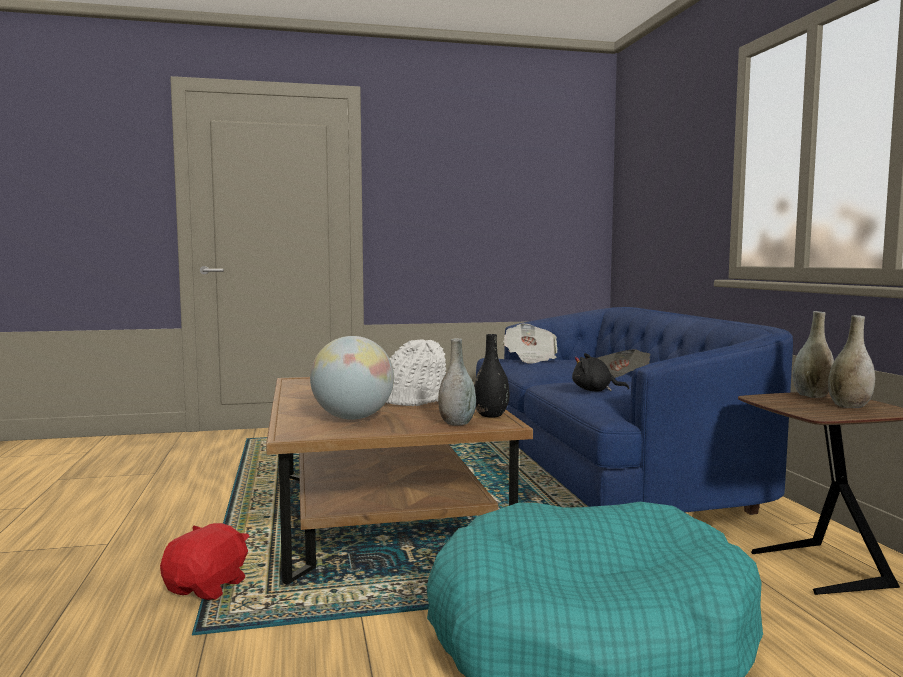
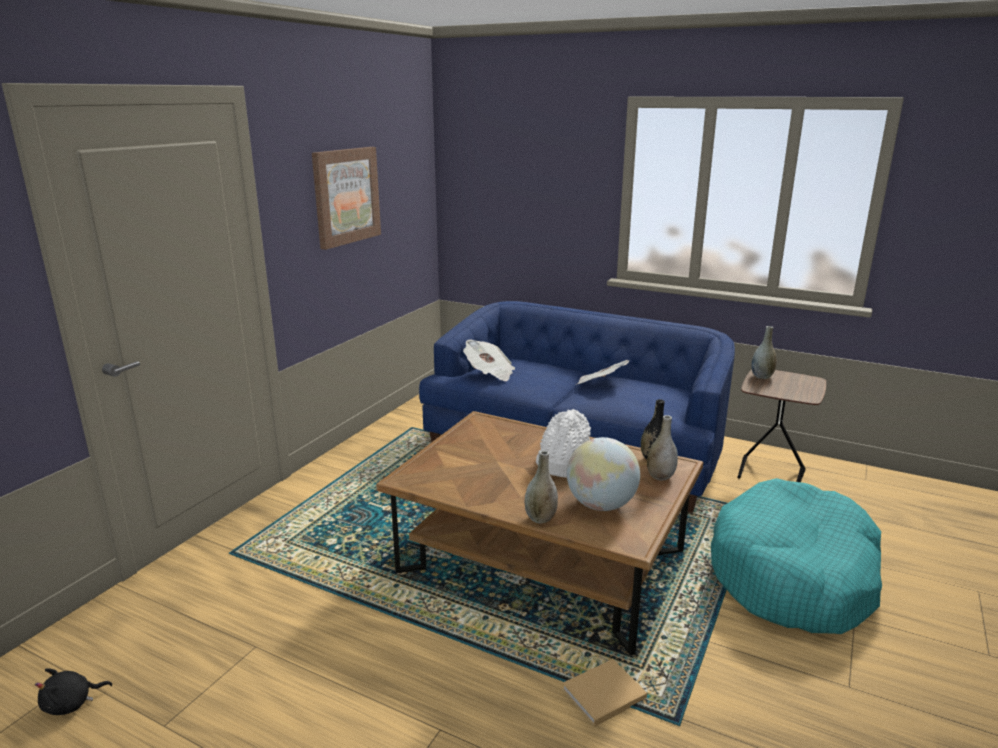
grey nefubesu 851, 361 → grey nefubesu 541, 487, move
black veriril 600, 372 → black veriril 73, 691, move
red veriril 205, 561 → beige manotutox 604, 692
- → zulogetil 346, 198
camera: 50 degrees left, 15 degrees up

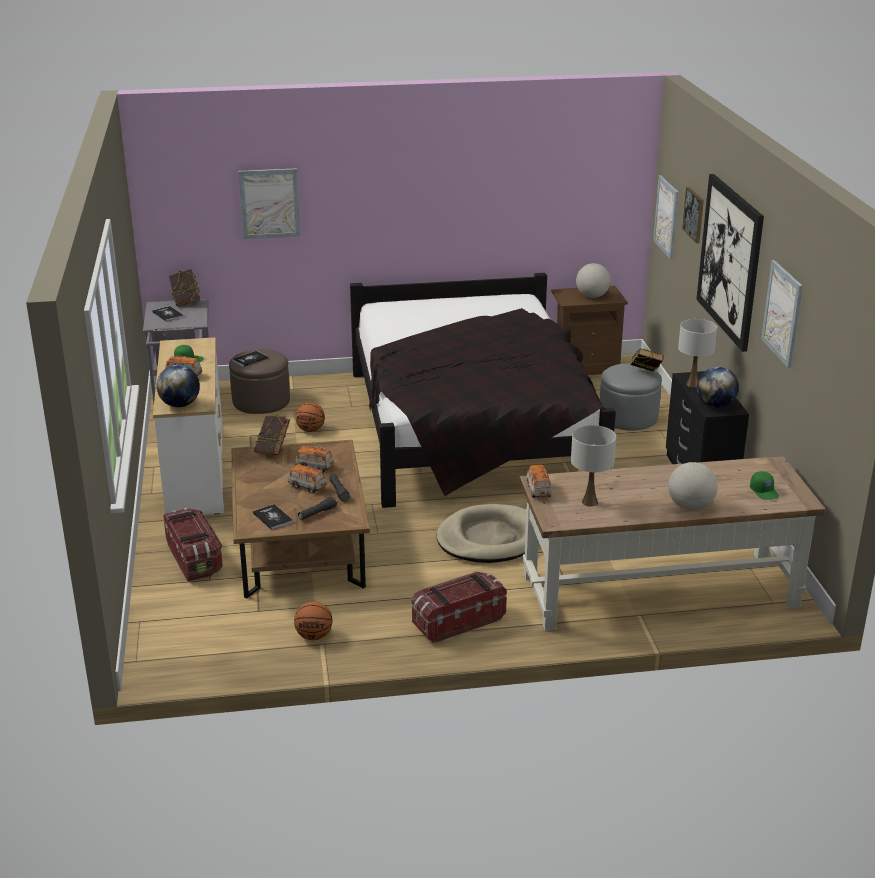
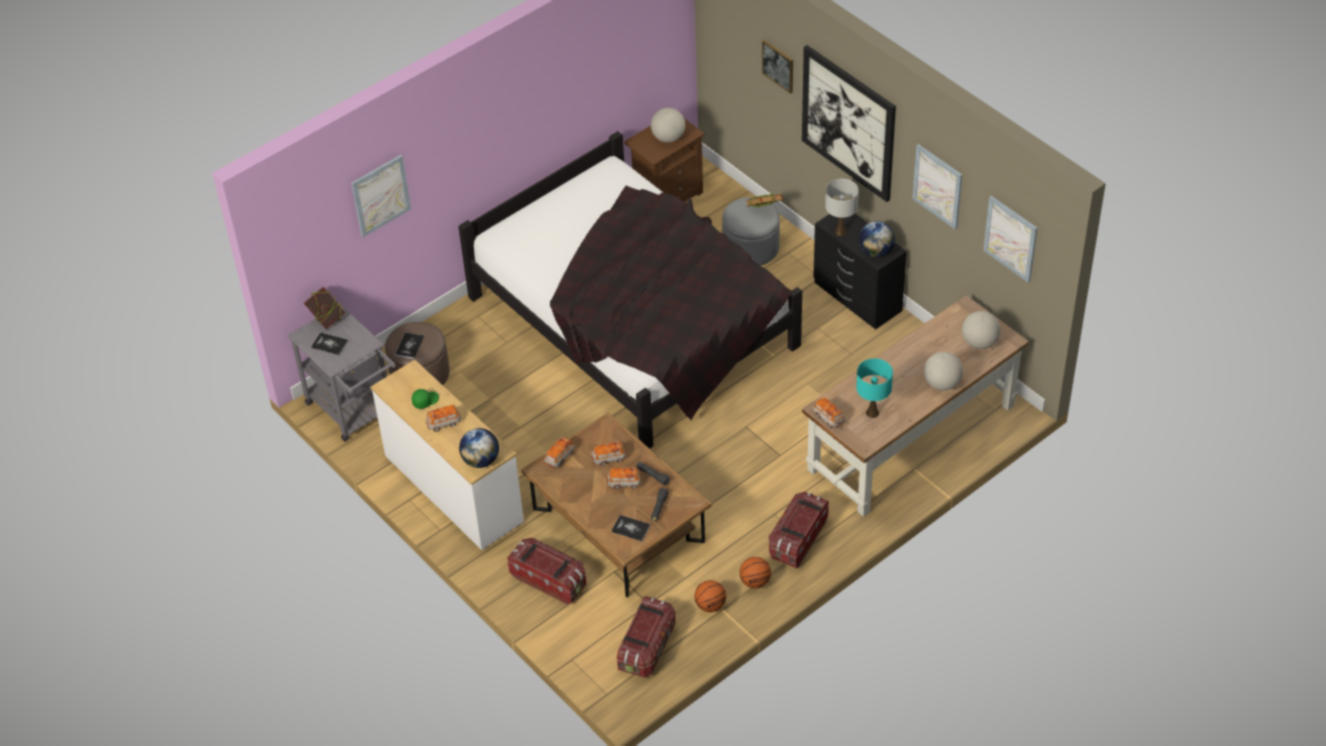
zulogetil 666, 217 → zulogetil 1010, 239, move
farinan 310, 417 → farinan 755, 572, move
manotutox 272, 434 → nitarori 559, 452
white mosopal 593, 466 → turquoise mosopal 874, 388
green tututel 764, 485 → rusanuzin 981, 330
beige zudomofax 488, 533 → -
- → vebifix 646, 637
camera: 30 degrees left, 20 degrees up

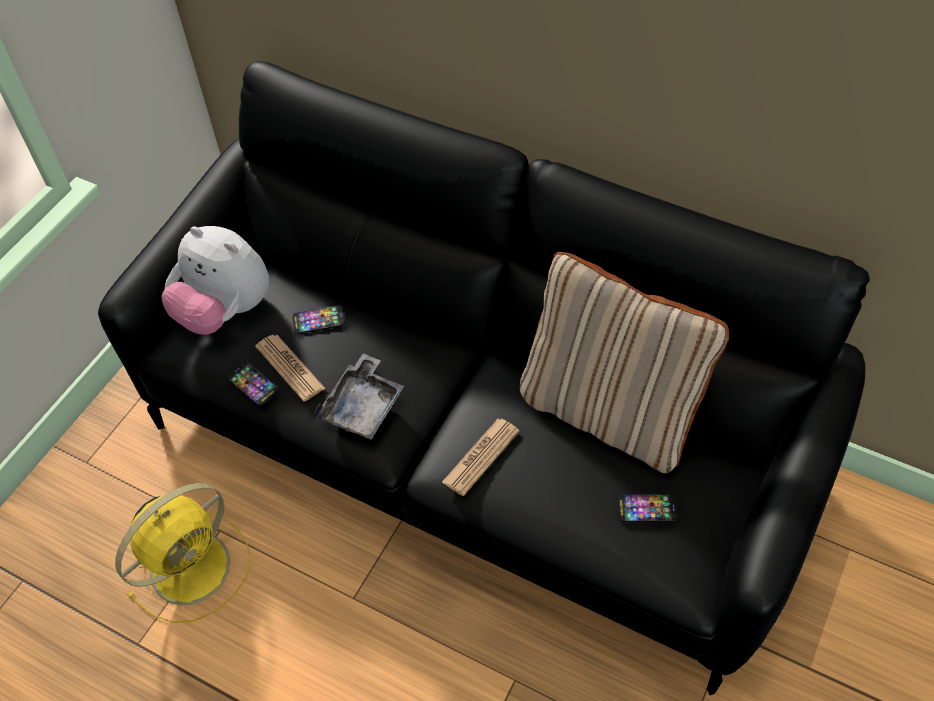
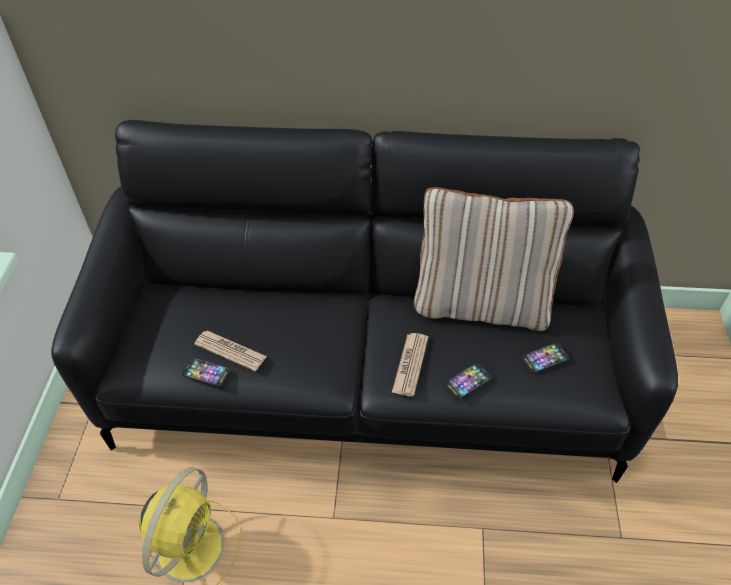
veriril 215, 280 → -
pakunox 319, 319 → pakunox 468, 381, move
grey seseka 359, 396 → -
camera: 25 degrees left, 5 degrees down

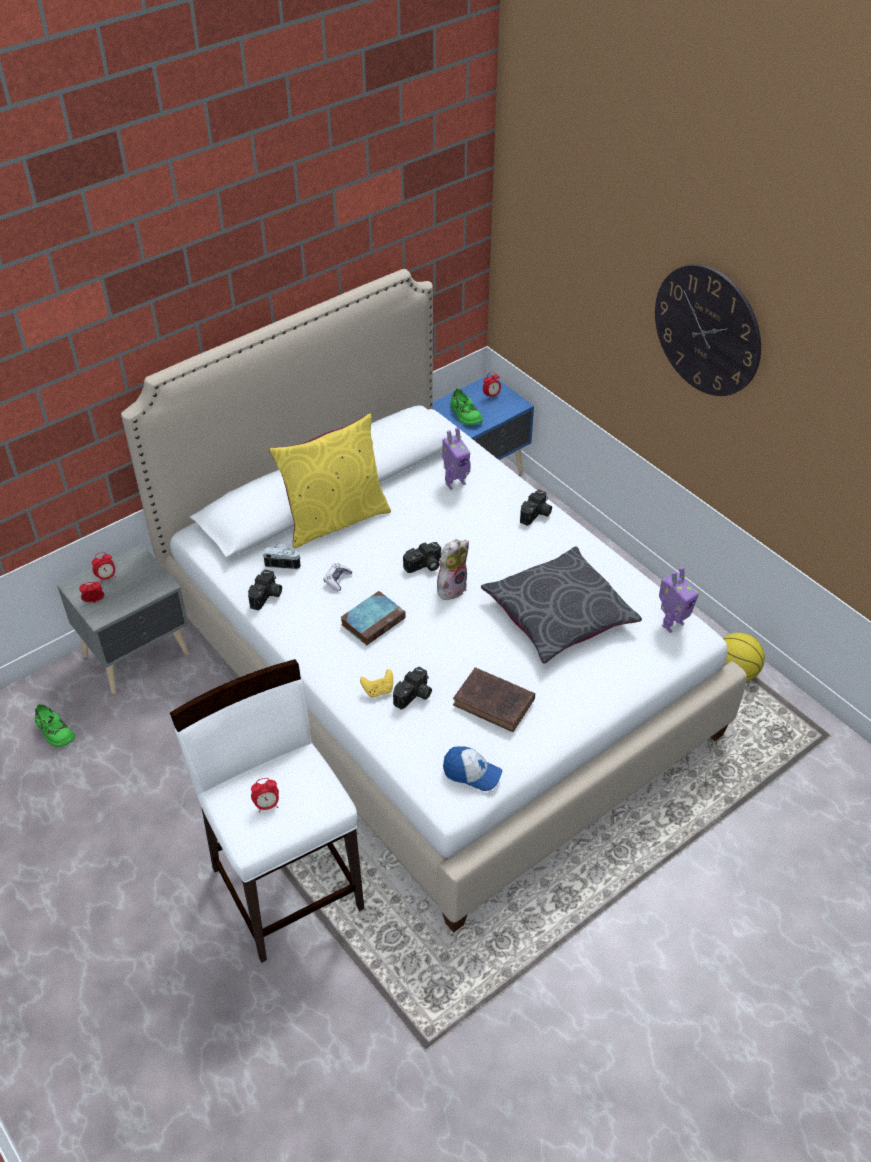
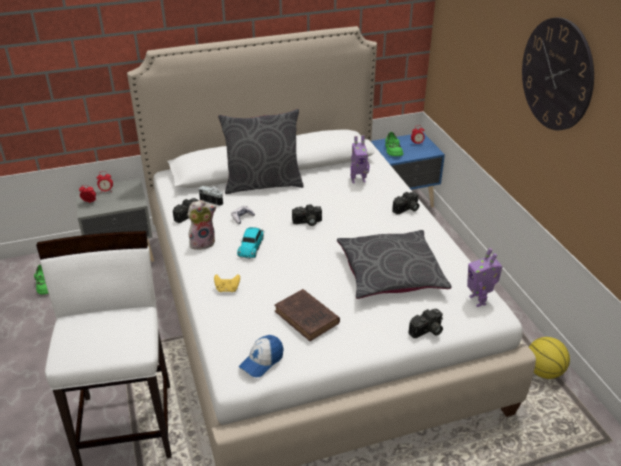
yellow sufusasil 330, 480 → grey sufusasil 261, 151
veriril 453, 569 → veriril 201, 225, move
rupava 679, 600 → rupava 485, 277, 90 degrees clockwise
manotutox 373, 618 → nitarori 251, 243
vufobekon 412, 688 → vufobekon 425, 323, move
tututel 472, 768 → tututel 261, 356, 90 degrees clockwise
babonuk 265, 795 → -
camera: 20 degrees right, 10 degrees down

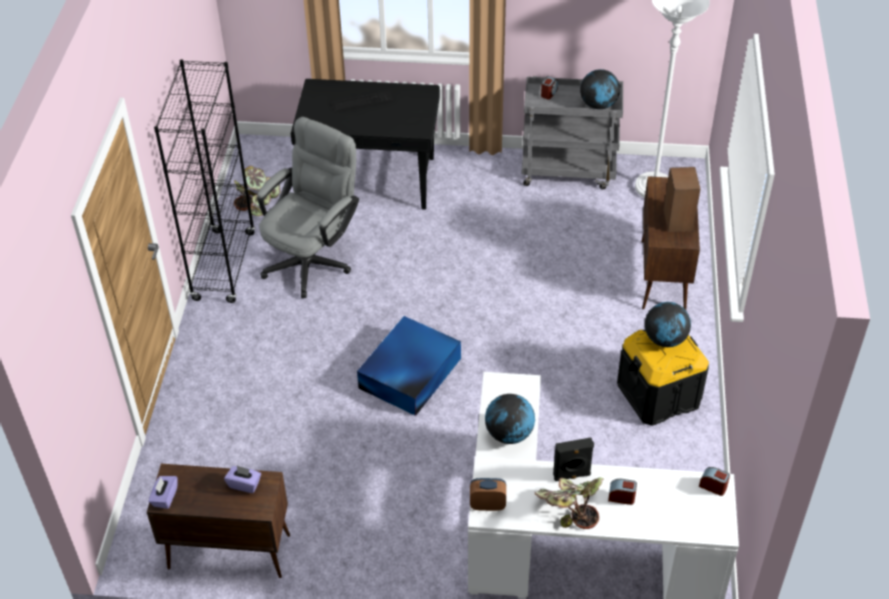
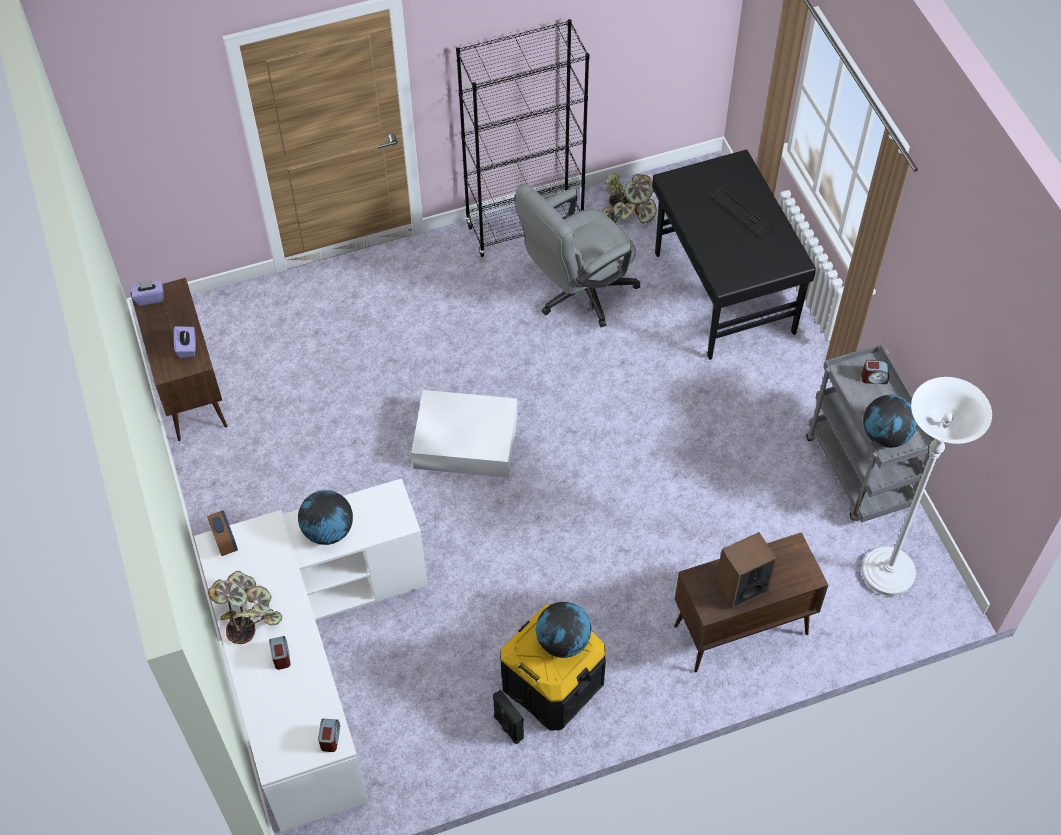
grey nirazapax 308, 207 → grey nirazapax 577, 255, 135 degrees clockwise
blue vebifix 409, 366 → white vebifix 464, 434
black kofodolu 573, 459 → black kofodolu 508, 717, move
camera: 65 degrees right, 10 degrees up

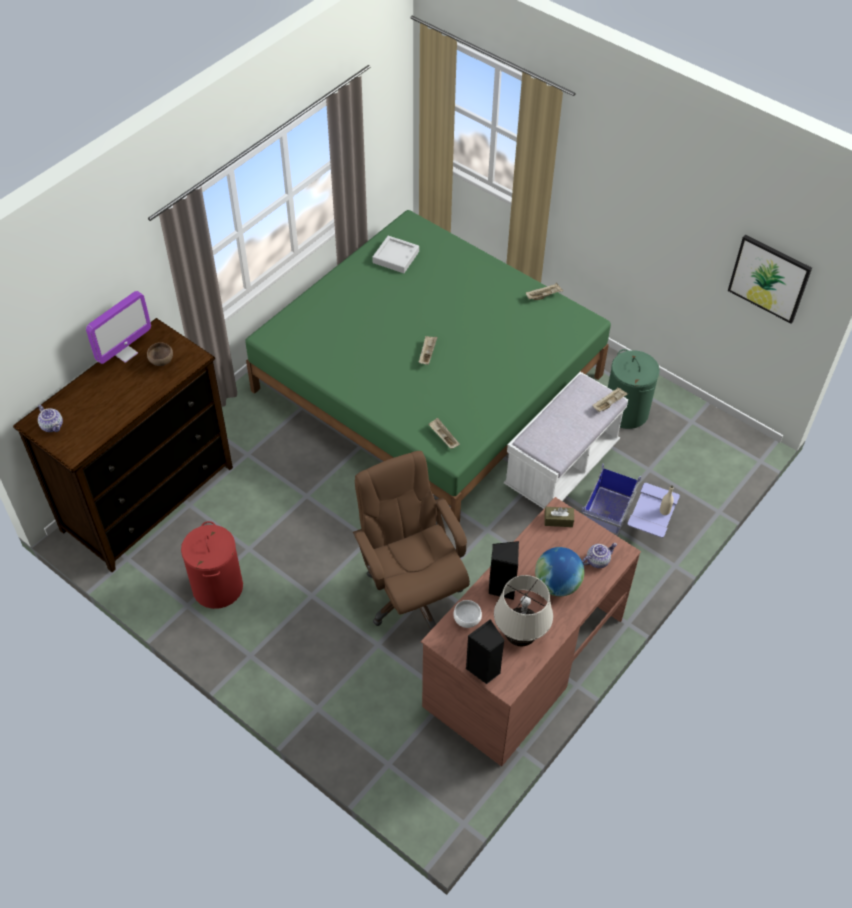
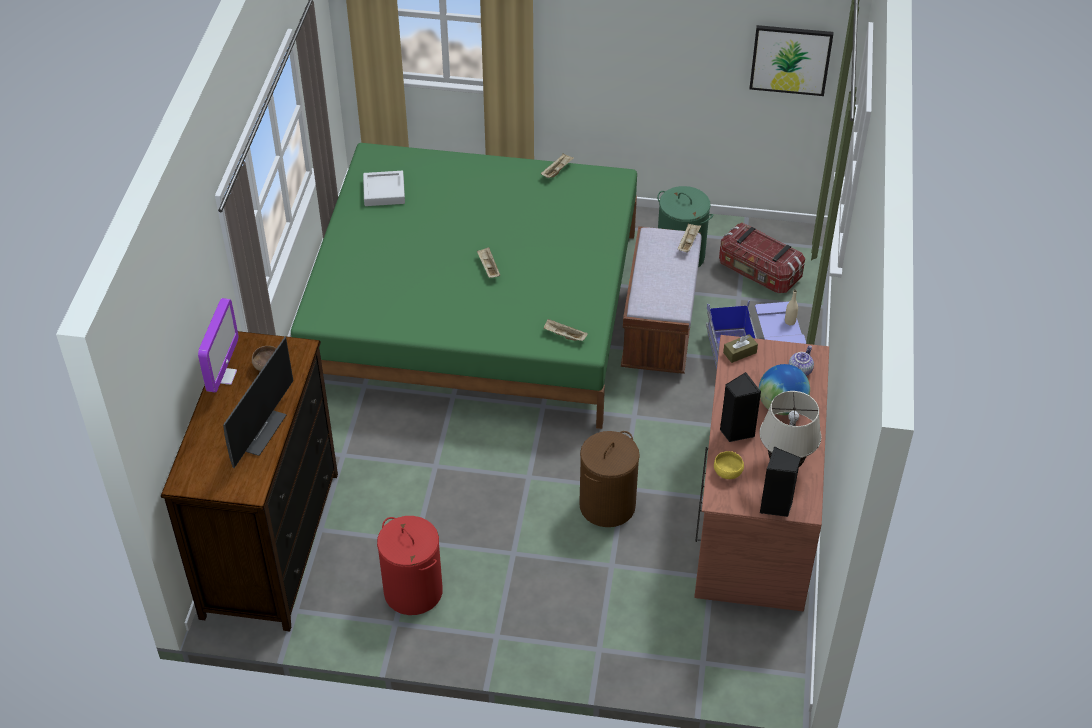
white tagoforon 566, 440 → brown tagoforon 661, 300
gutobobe 50, 418 → -
brown nirazapax 411, 541 → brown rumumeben 609, 479
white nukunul 467, 614 → yellow nukunul 729, 465
- → vebifix 762, 258
- → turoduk 258, 402
camera: 30 degrees left, 5 degrees down

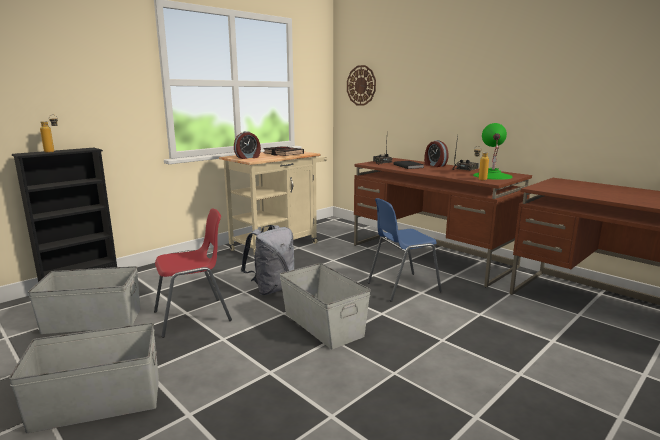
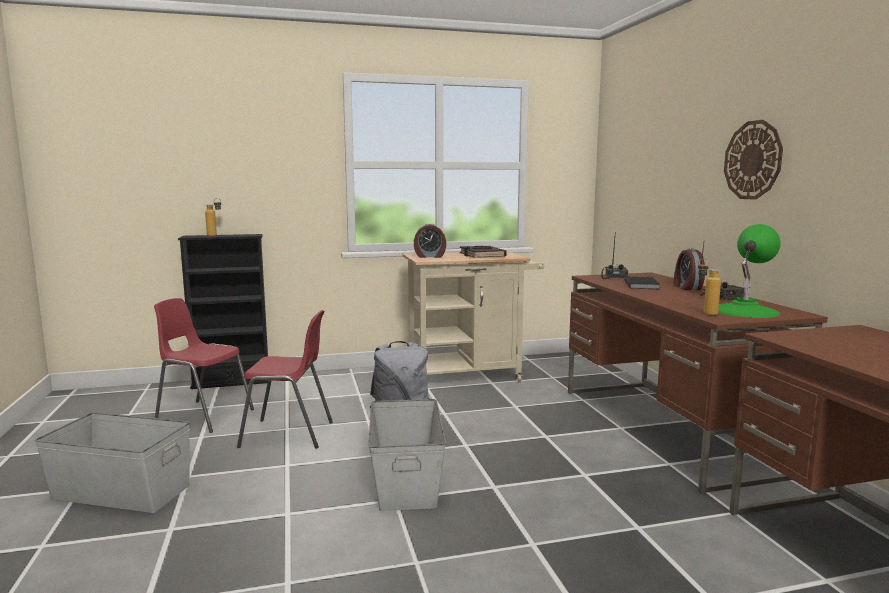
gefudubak 361, 85 → gefudubak 753, 160, move
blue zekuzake 404, 250 → -
grey vebifix 84, 300 → red zekuzake 204, 365
camera: 30 degrees right, 5 degrees down

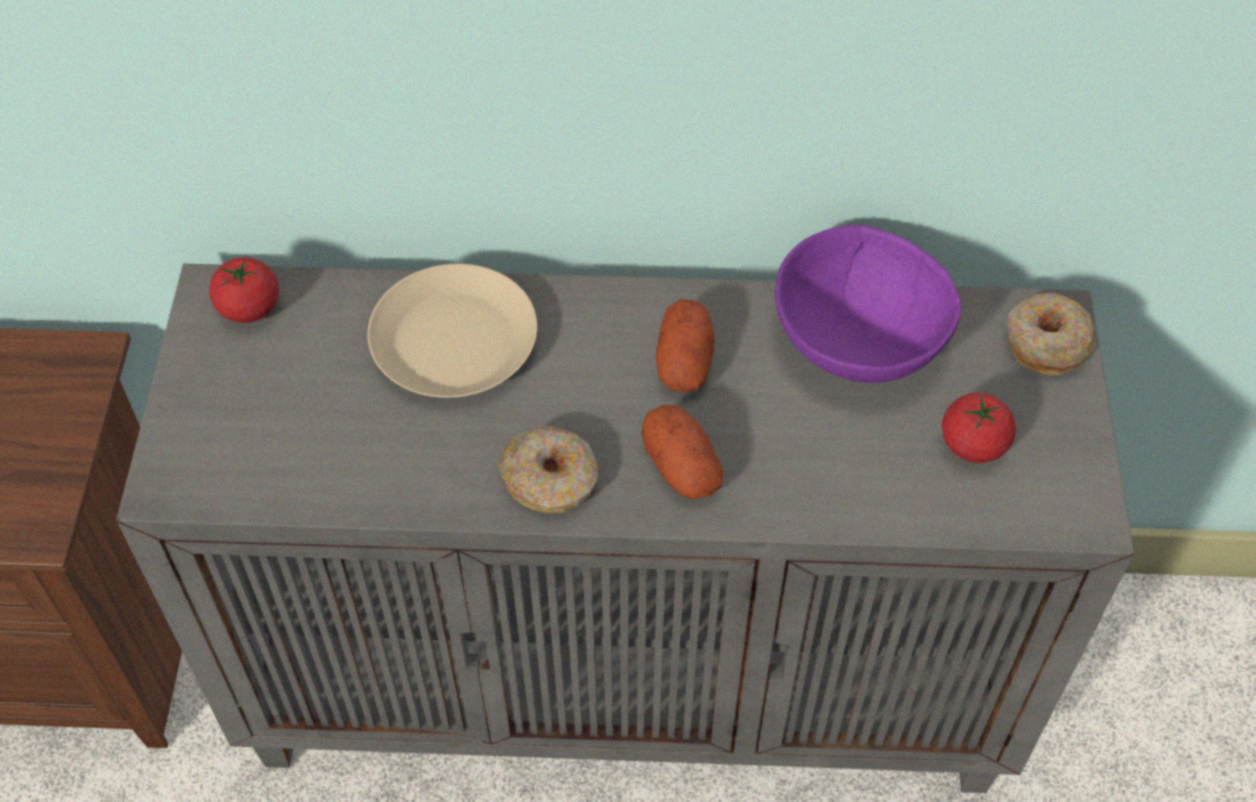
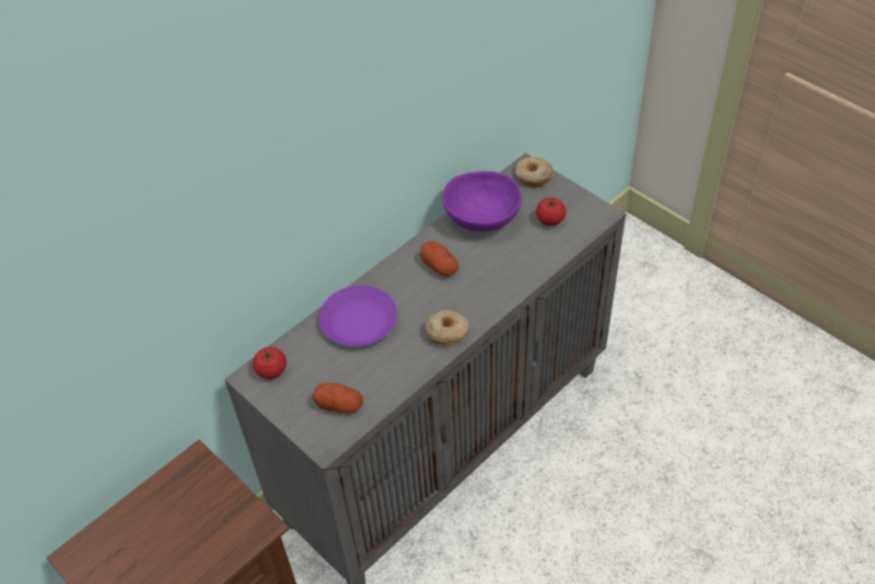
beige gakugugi 452, 331 → purple gakugugi 358, 315
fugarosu 682, 452 → fugarosu 338, 398, move
camera: 45 degrees left, 5 degrees down

